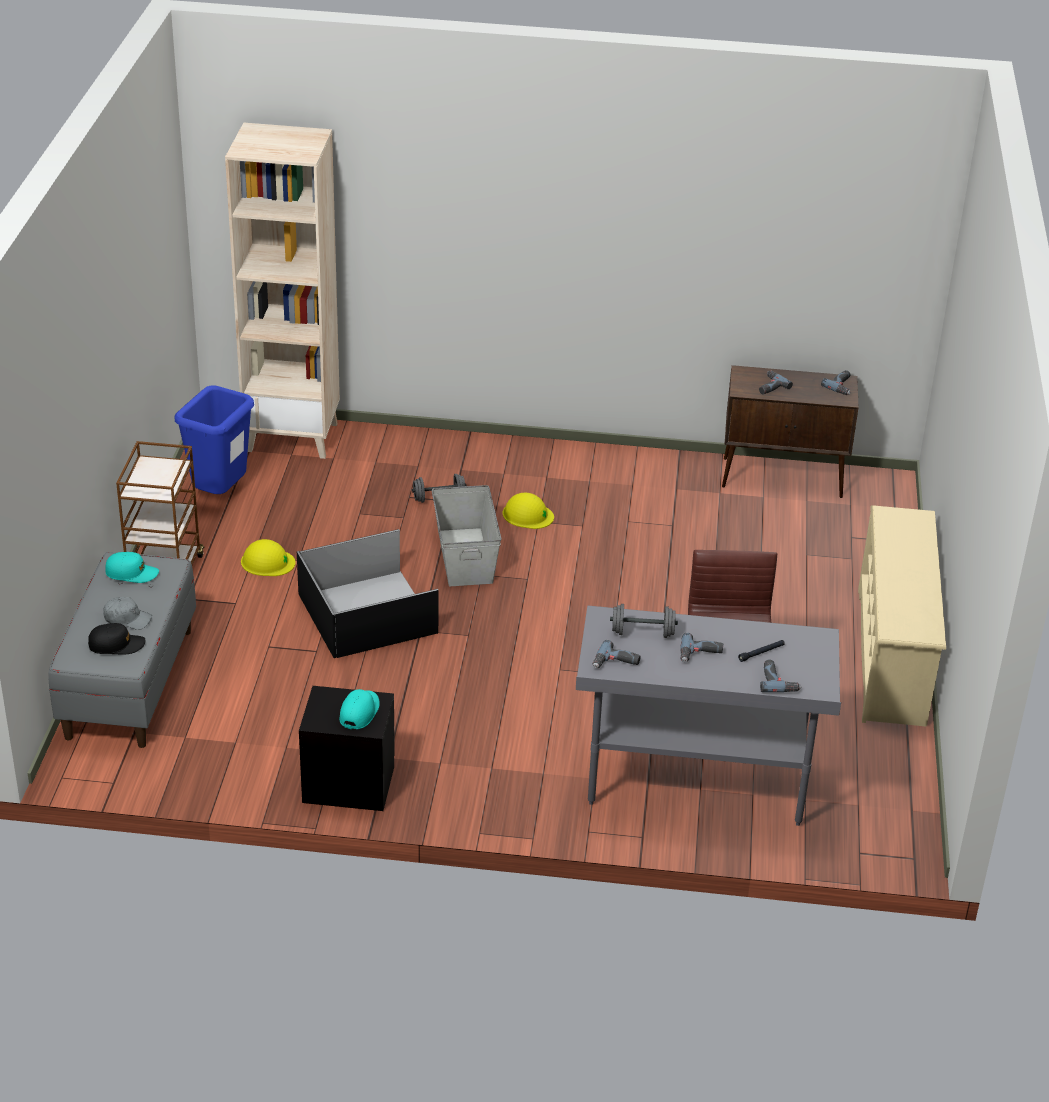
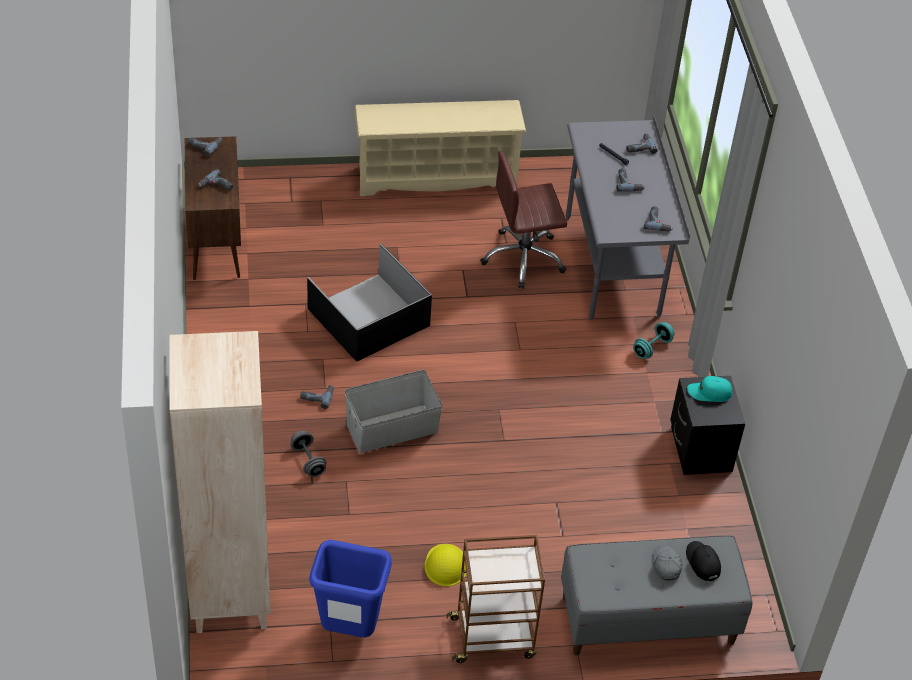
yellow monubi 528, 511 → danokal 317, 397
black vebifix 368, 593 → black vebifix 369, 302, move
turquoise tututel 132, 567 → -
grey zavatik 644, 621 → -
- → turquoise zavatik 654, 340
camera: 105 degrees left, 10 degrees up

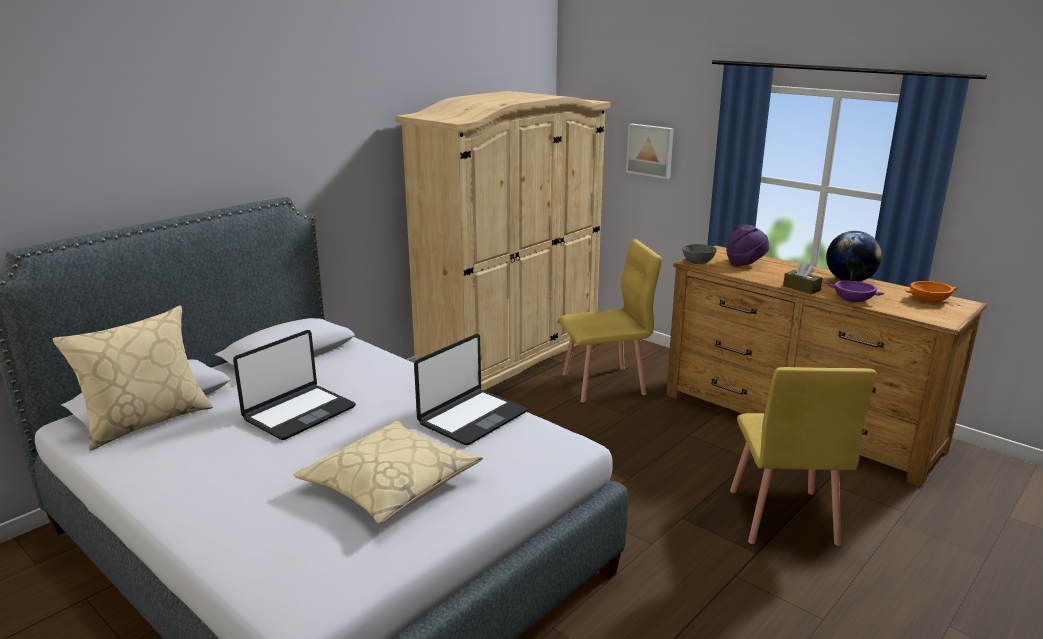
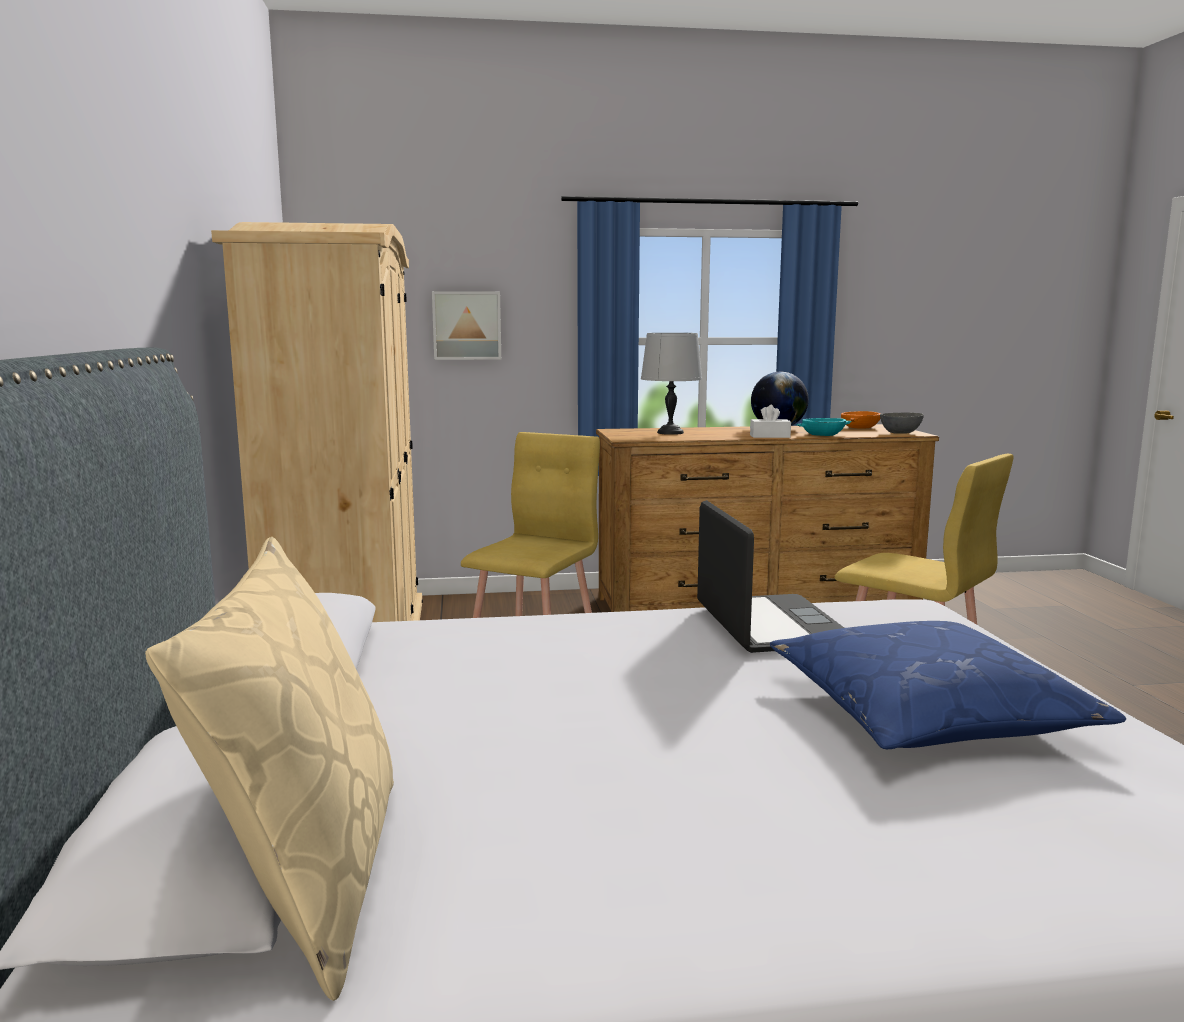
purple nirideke 747, 245 → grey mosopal 671, 384
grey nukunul 699, 254 → grey nukunul 902, 423, move
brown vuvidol 802, 278 → white vuvidol 770, 421
purple nukunul 856, 291 → turquoise nukunul 824, 427
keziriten 294, 385 → -
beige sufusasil 388, 472 → blue sufusasil 948, 685
camera: 50 degrees left, 10 degrees down

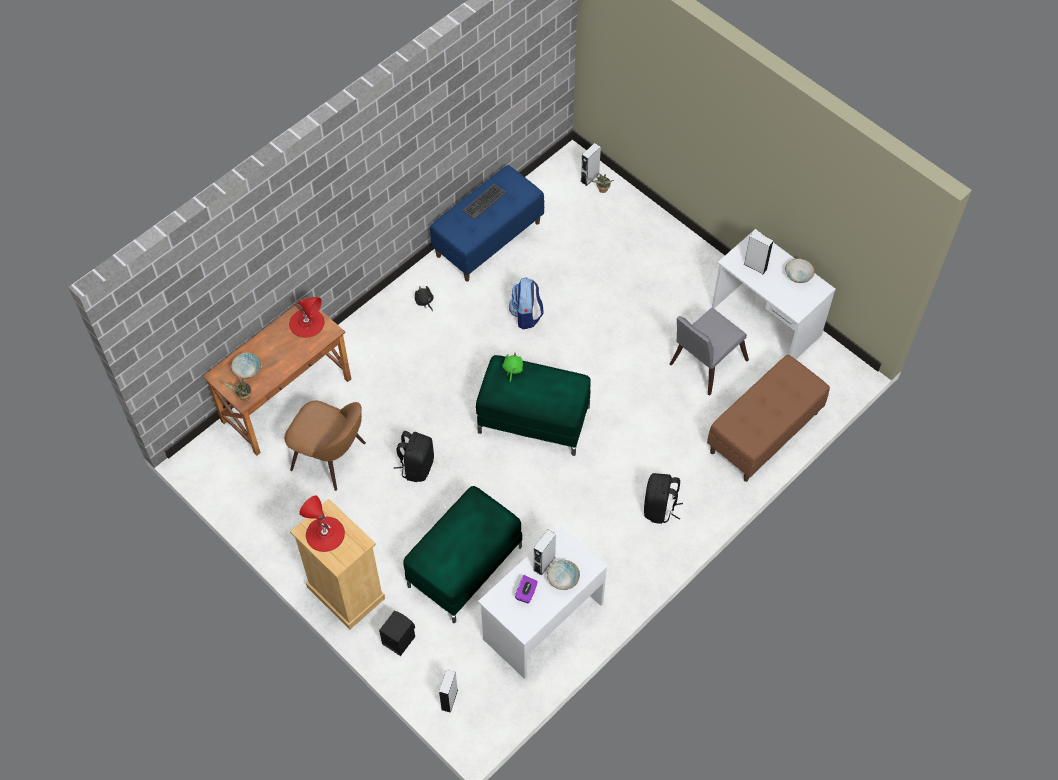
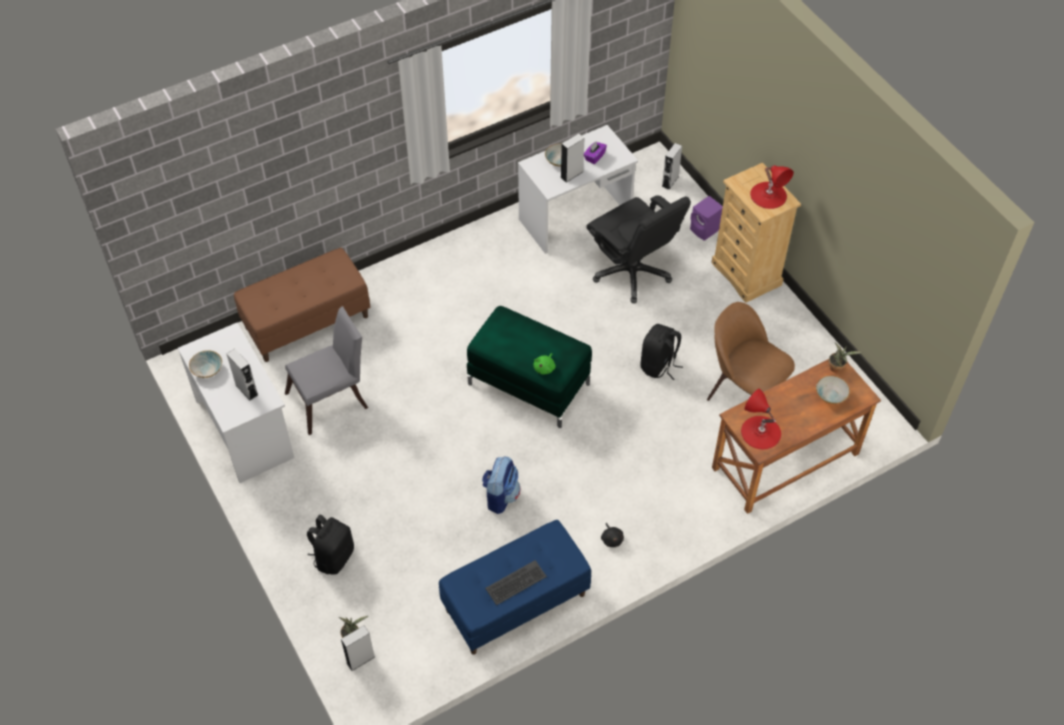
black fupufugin 663, 498 → black fupufugin 330, 544, move
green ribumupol 462, 554 → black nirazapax 639, 249
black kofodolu 397, 633 → purple kofodolu 706, 218
camera: 165 degrees left, 5 degrees down

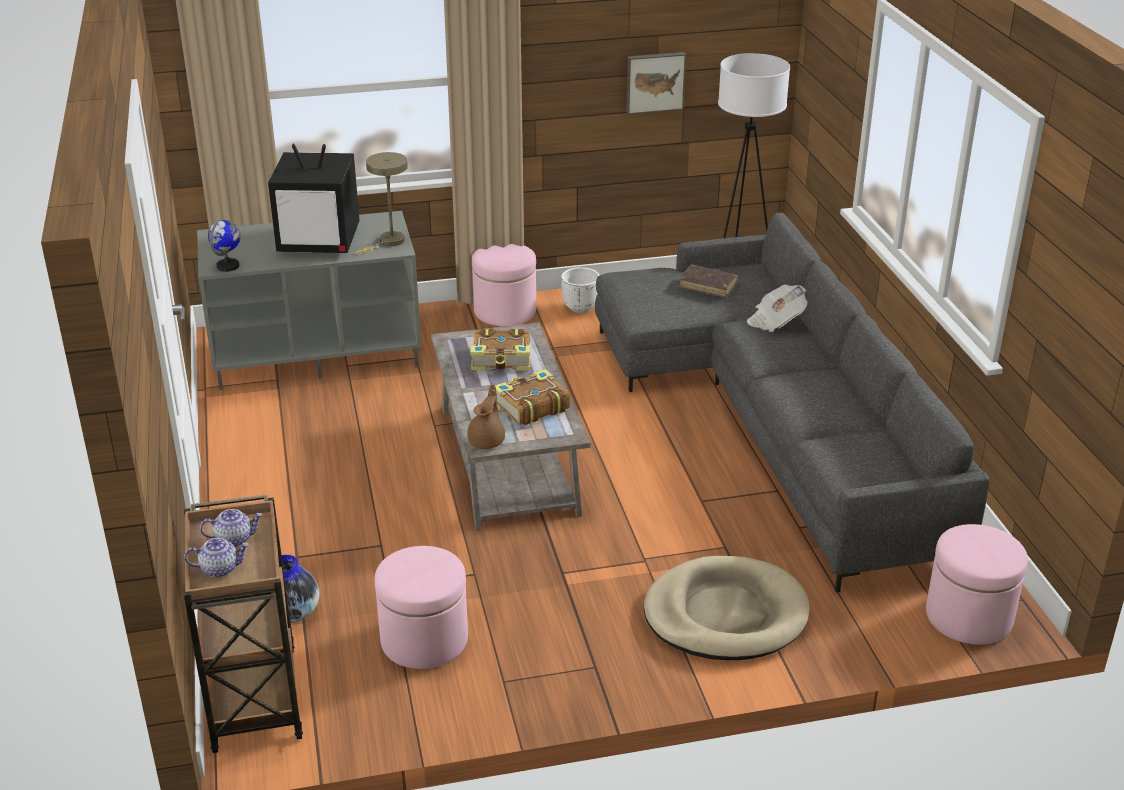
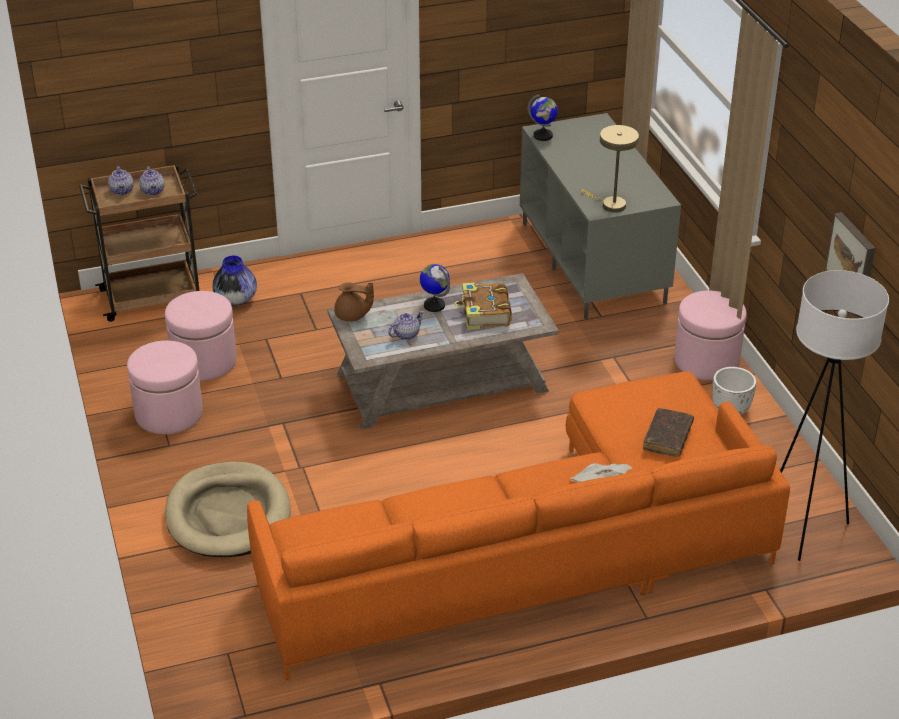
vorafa 314, 198 → -
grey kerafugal 792, 402 → orange kerafugal 518, 525
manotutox 532, 397 → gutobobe 406, 325
pink ribumupol 977, 584 → pink ribumupol 165, 387, move
- → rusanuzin 435, 288
camera: 85 degrees right, 5 degrees up

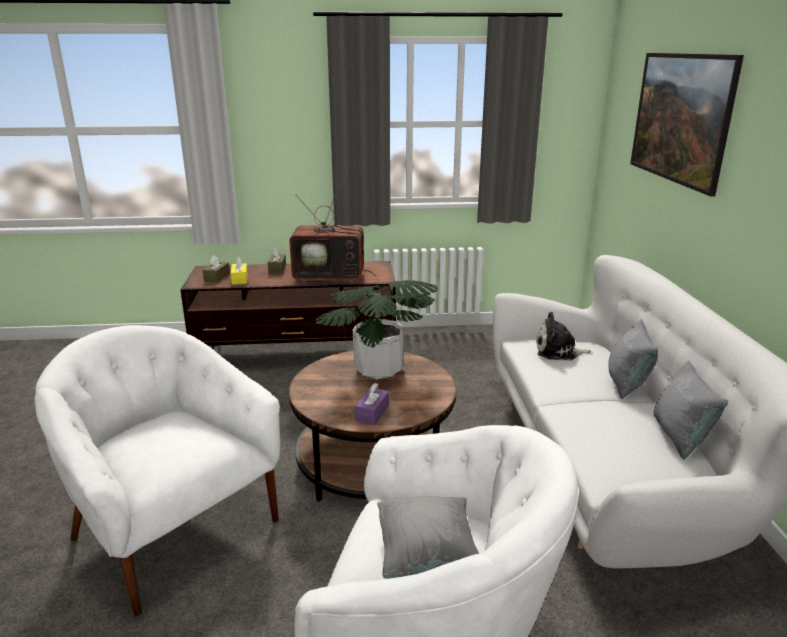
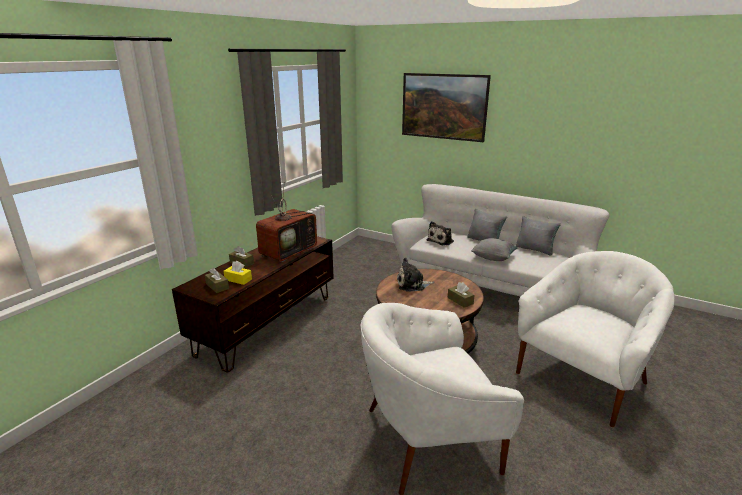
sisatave 377, 330 → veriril 415, 275
purple vuvidol 372, 404 → brown vuvidol 461, 295
grey sufusasil 428, 537 → grey sufusasil 494, 249, move
camera: 55 degrees left, 0 degrees up

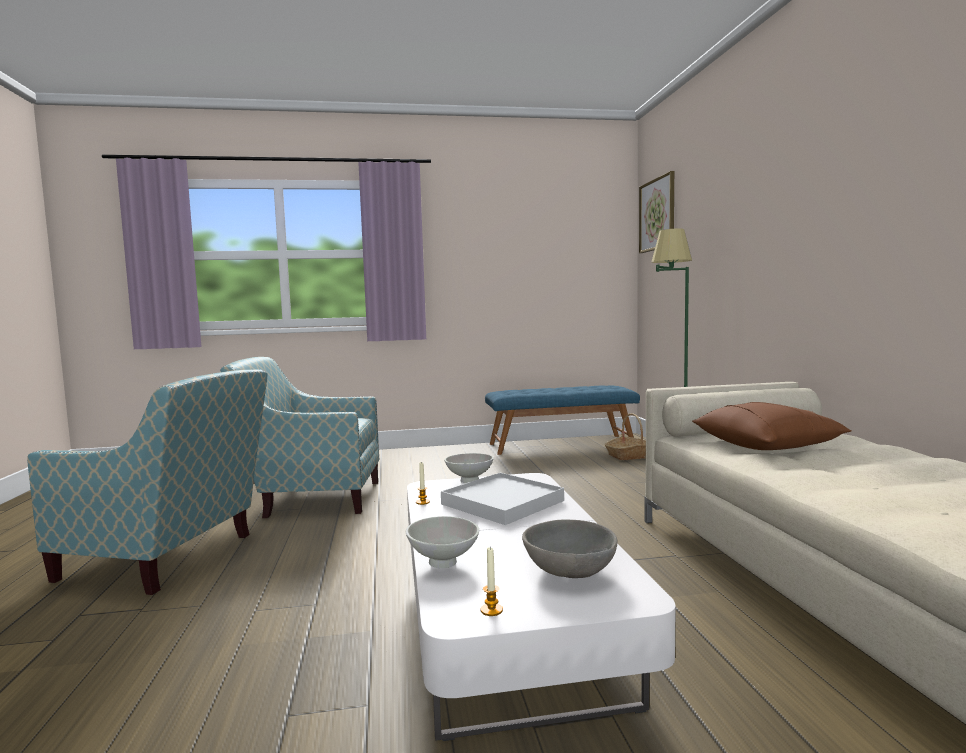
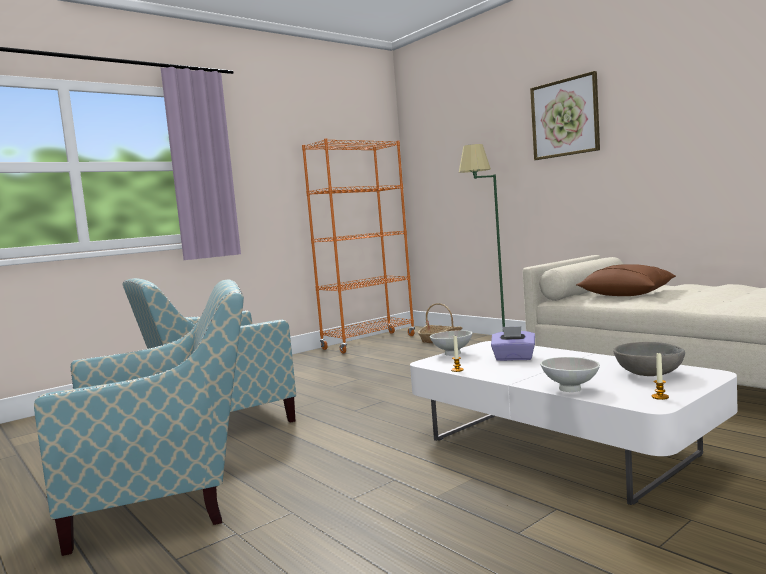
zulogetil 656, 212 → zulogetil 565, 115, move
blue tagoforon 562, 420 → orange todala 358, 246
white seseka 502, 499 → purple vuvidol 513, 343
camera: 30 degrees left, 0 degrees up

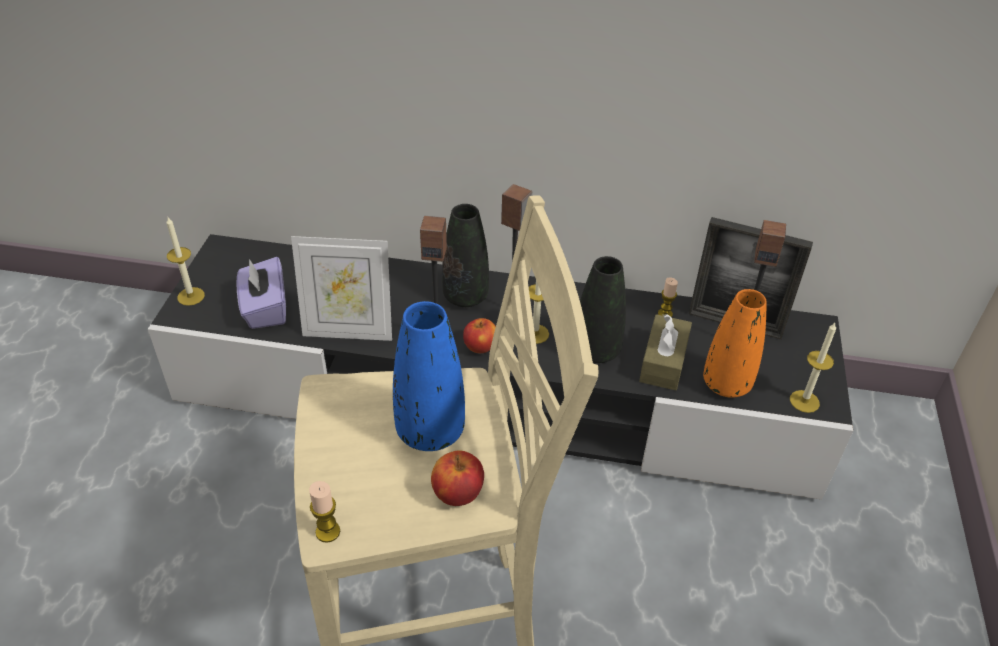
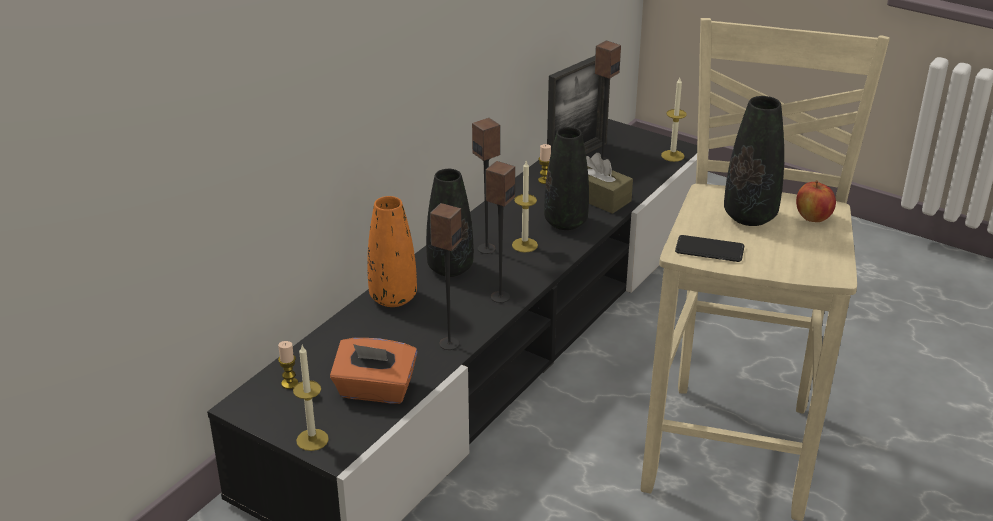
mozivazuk 341, 288 → kofodolu 446, 276
purple vuvidol 261, 293 → orange vuvidol 373, 371
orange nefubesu 735, 343 → orange nefubesu 392, 251, move
blue nefubesu 429, 376 → black nefubesu 754, 161
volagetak 479, 335 → -
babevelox 324, 512 → babevelox 288, 365, move
- → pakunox 709, 248
camera: 65 degrees left, 10 degrees down

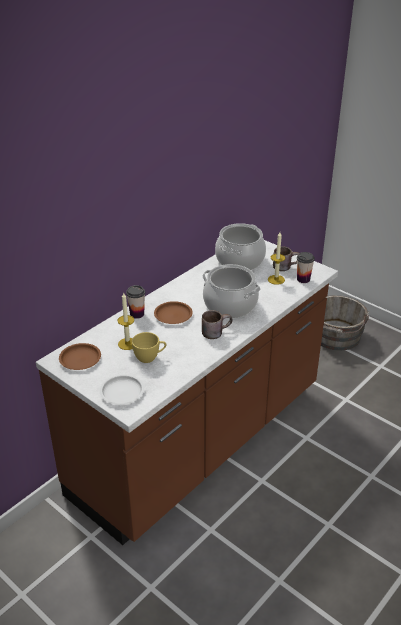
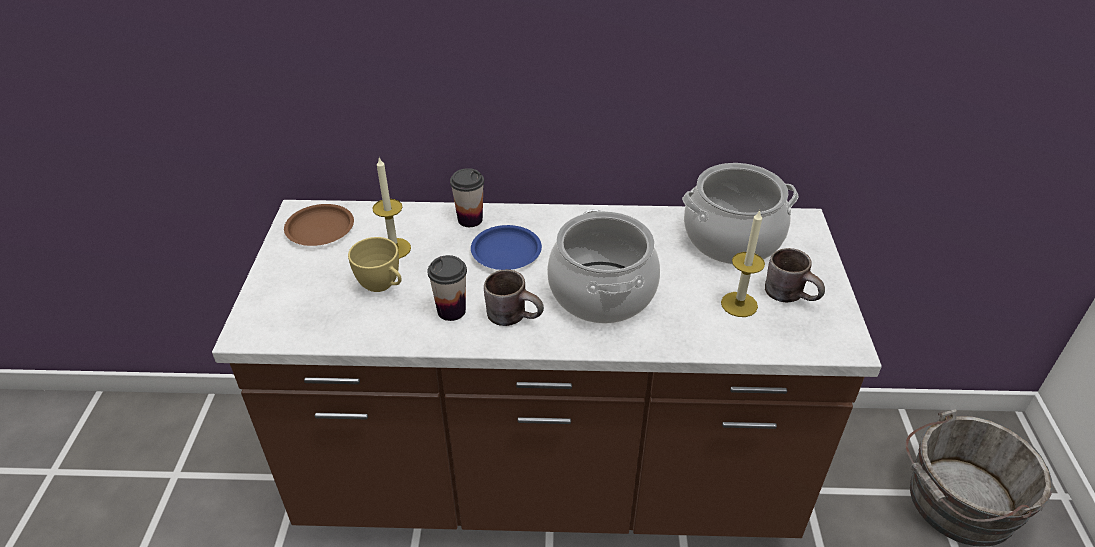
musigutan 306, 267 → musigutan 447, 288, move
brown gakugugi 173, 312 → blue gakugugi 506, 247
white gakugugi 122, 389 → -
camera: 50 degrees right, 5 degrees up

